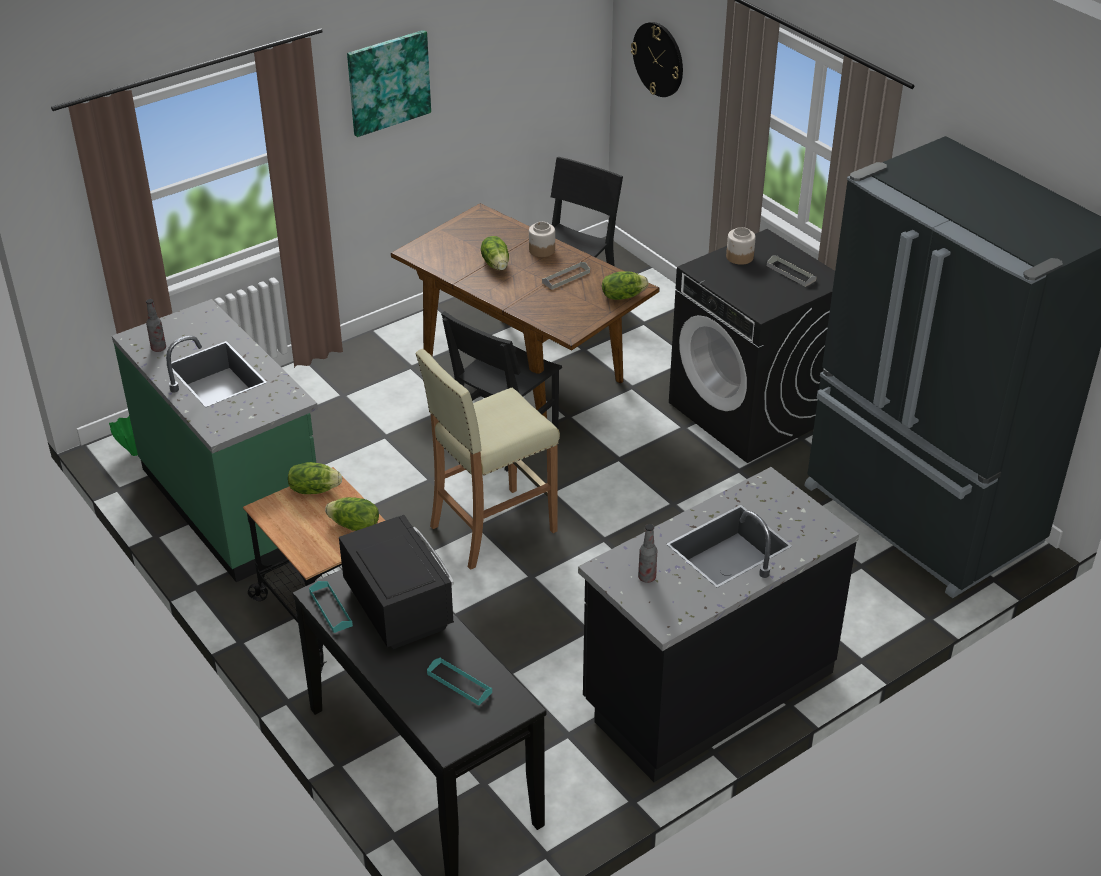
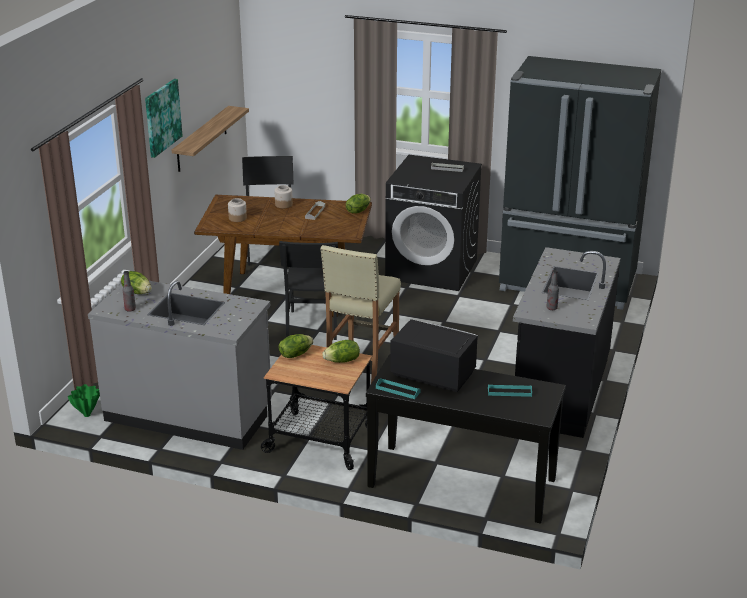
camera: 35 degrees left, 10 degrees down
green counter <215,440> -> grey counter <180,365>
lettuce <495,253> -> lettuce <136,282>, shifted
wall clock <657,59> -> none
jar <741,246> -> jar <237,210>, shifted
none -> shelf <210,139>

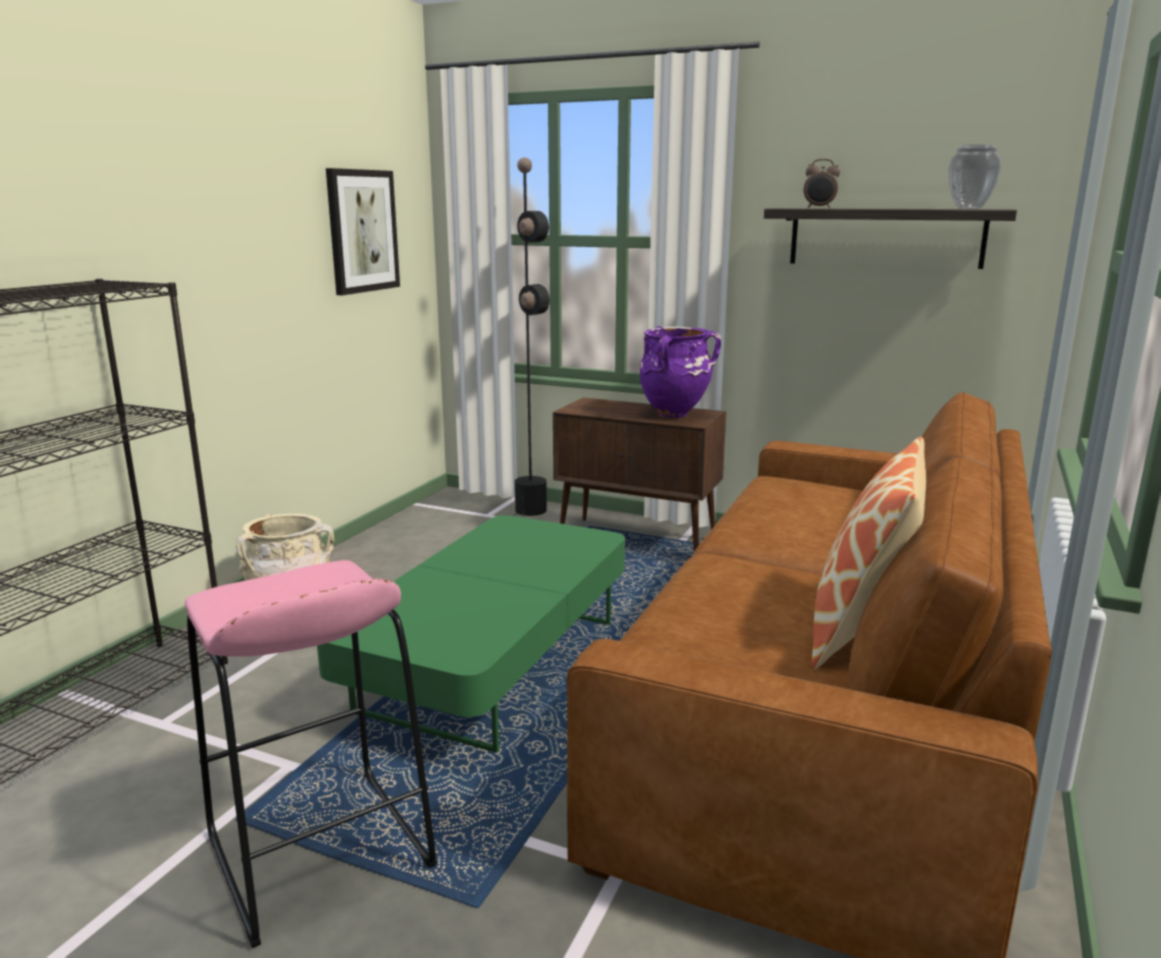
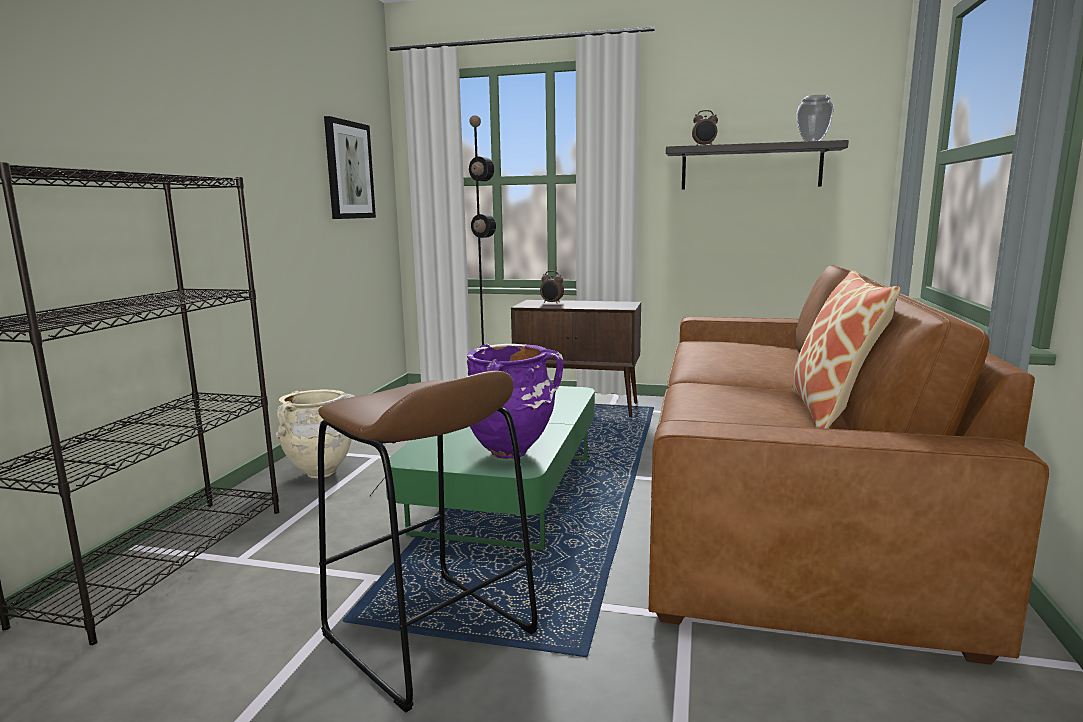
camera: 10 degrees left, 5 degrees down
pink stool <311,754> -> brown stool <428,542>
purple vase <680,372> -> purple vase <515,401>, shifted
none -> alarm clock <552,287>

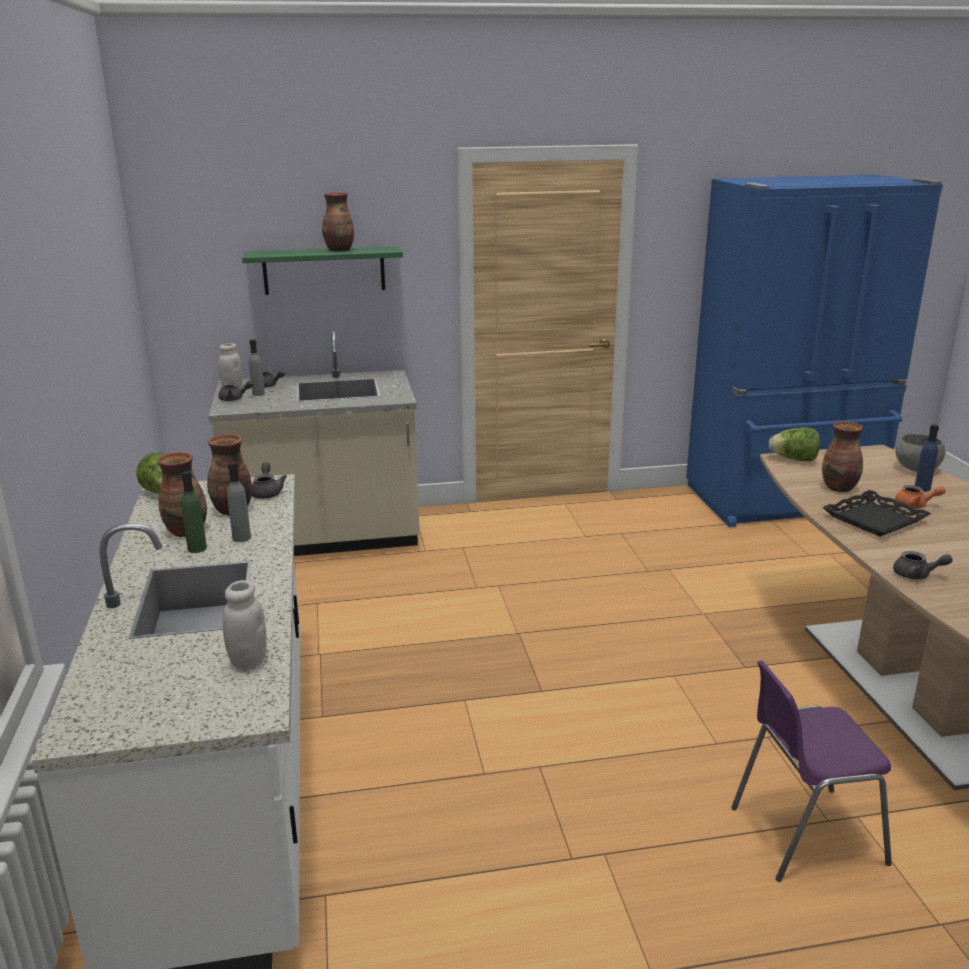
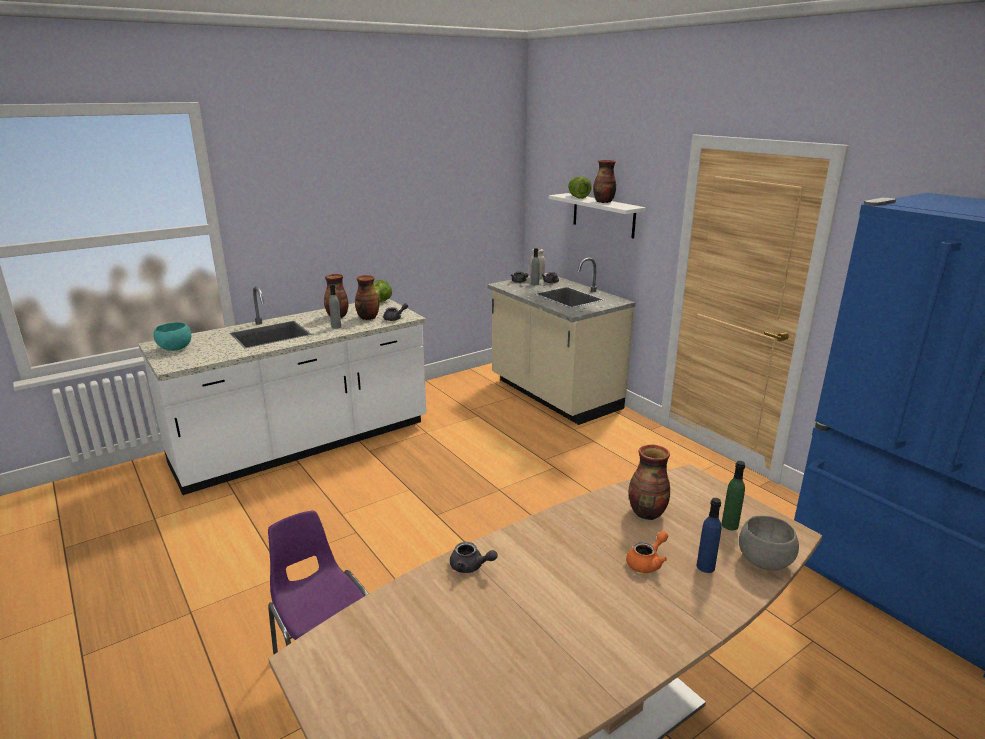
camera: 65 degrees right, 0 degrees up
green bottle <194,512> -> green bottle <733,495>, shifted
white jar <245,625> -> none
green shelf <322,270> -> white shelf <597,215>
lettuce <794,444> -> lettuce <580,187>, shifted
black tray <876,513> -> none
grey teapot <923,565> -> grey teapot <473,557>, 60 degrees counterclockwise
orange teapot <920,497> -> orange teapot <647,552>, 120 degrees counterclockwise
none -> turquoise bowl <172,336>

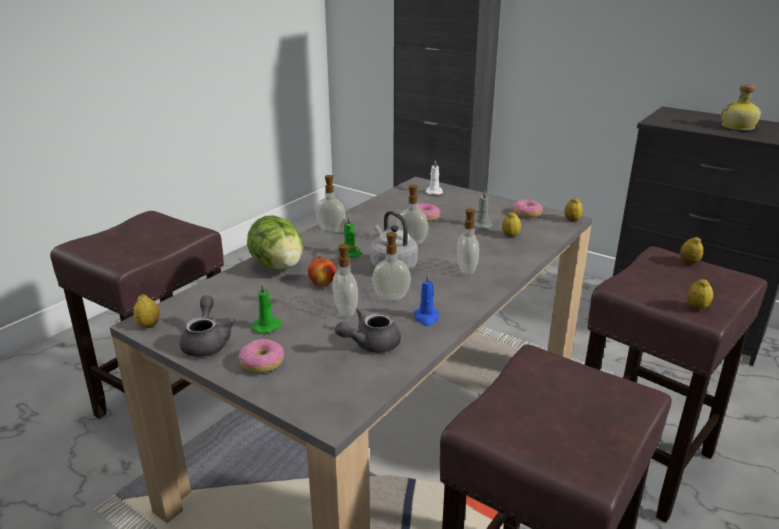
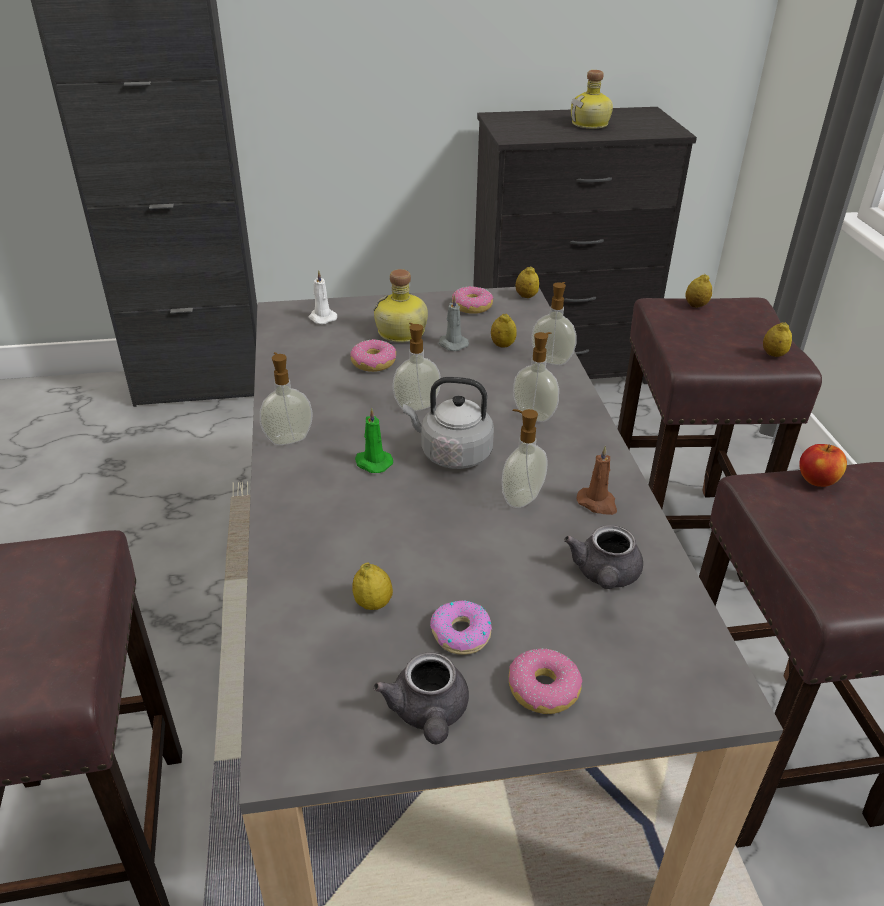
camera: 45 degrees left, 10 degrees up
lemon <146,311> -> lemon <372,586>, shifted
grey teapot <208,326> -> grey teapot <421,699>, 135 degrees counterclockwise
lettuce <275,242> -> none
green candle <267,308> -> donut <461,628>
apple <322,271> -> apple <823,465>, shifted
soap dispenser <345,280> -> soap dispenser <554,323>, shifted
blue candle <426,299> -> brown candle <596,480>
none -> bottle <401,306>

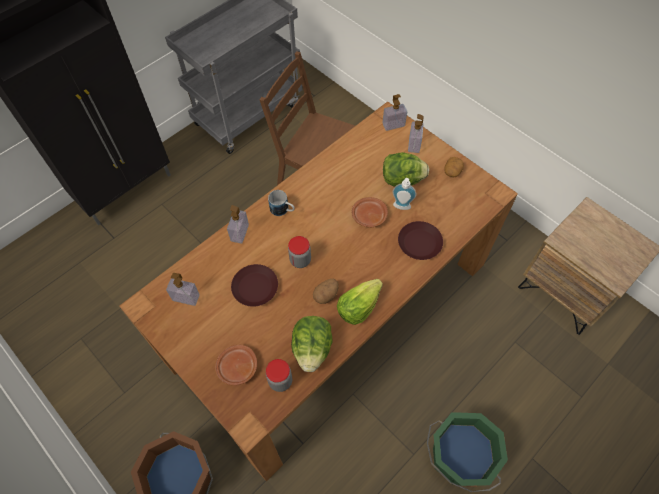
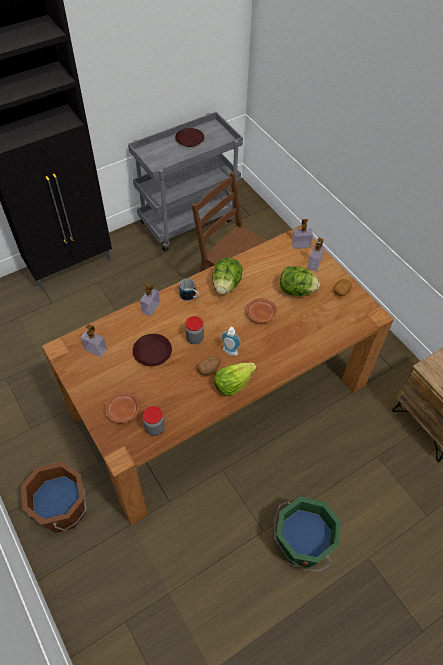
camera: 10 degrees right, 5 degrees down
lettuce <312,344> -> lettuce <227,276>, shifted
soap dispenser <404,194> -> soap dispenser <231,341>, shifted
brown plate <420,240> -> brown plate <189,137>, shifted

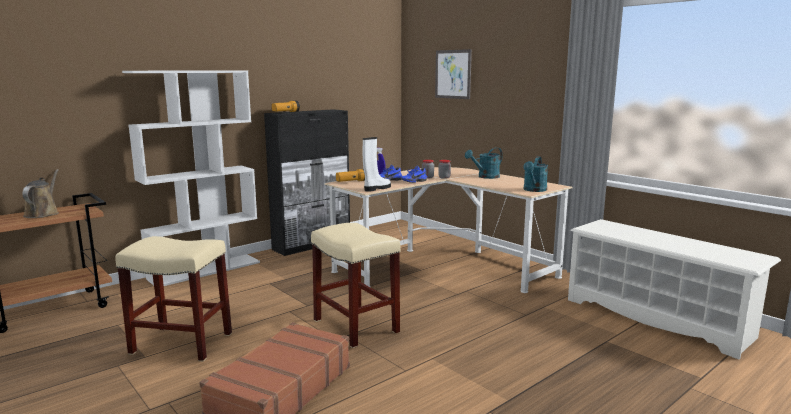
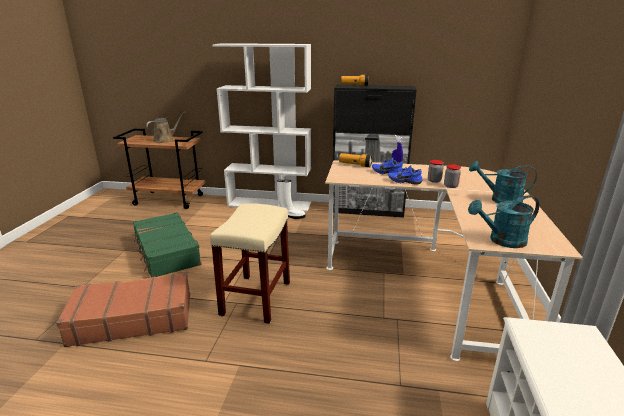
camera: 50 degrees right, 10 degrees up
beige stool <174,298> -> green suitcase <167,244>
white boot <377,164> -> white boot <291,199>, shifted
picture <453,74> -> none

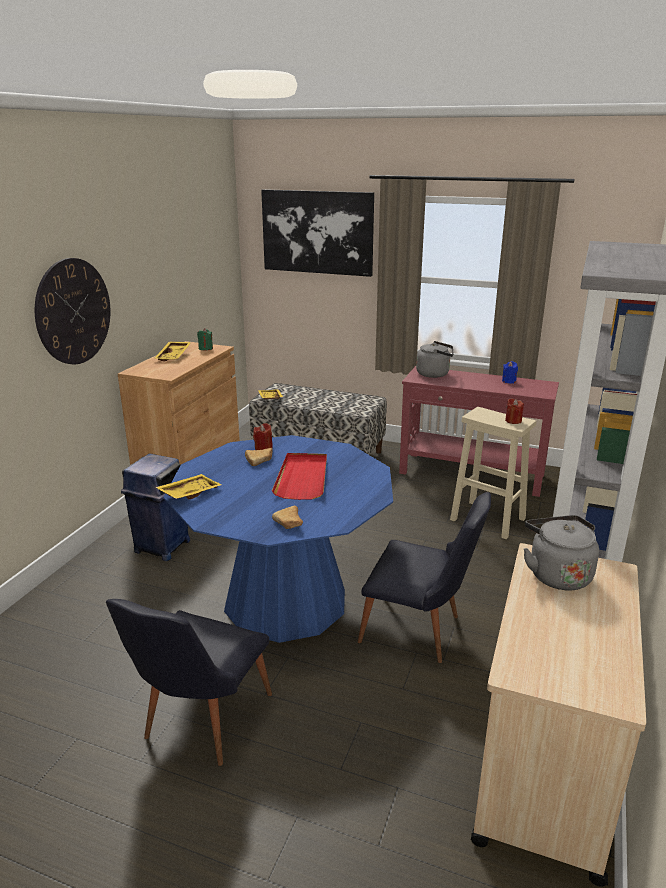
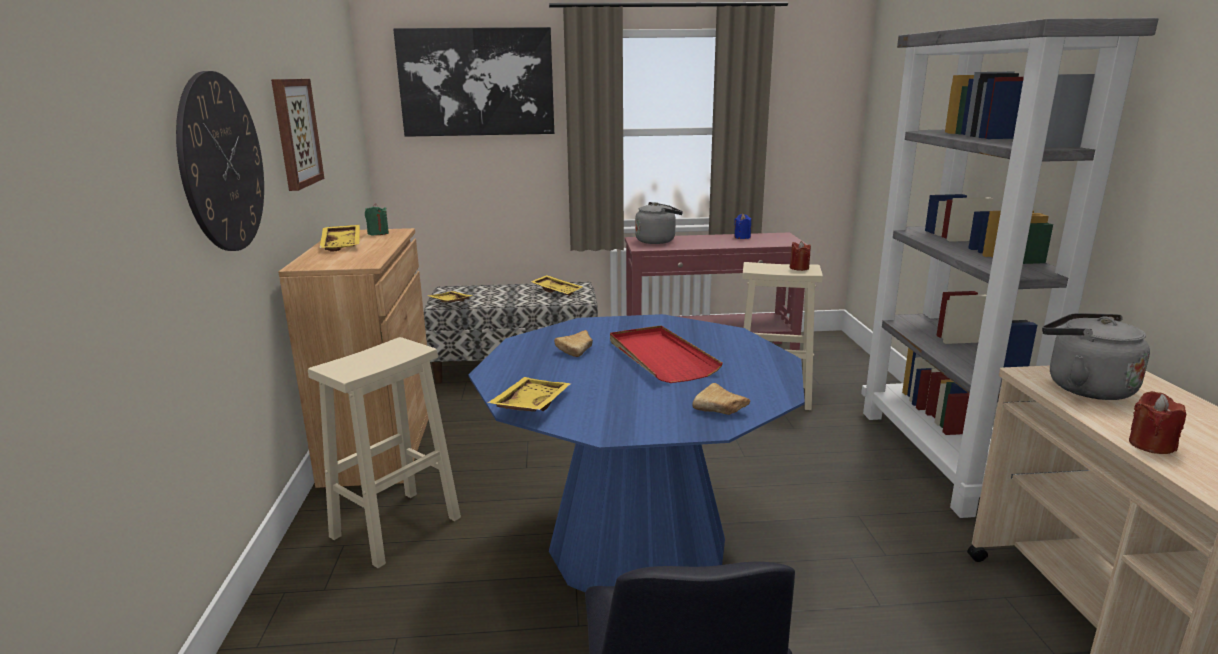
camera: 25 degrees left, 5 degrees down
blue trash can <155,507> -> beige stool <384,452>
red candle <263,436> -> red candle <1157,422>, shifted
black chair <424,577> -> none
none -> picture <297,135>
none -> yellow tray <556,285>

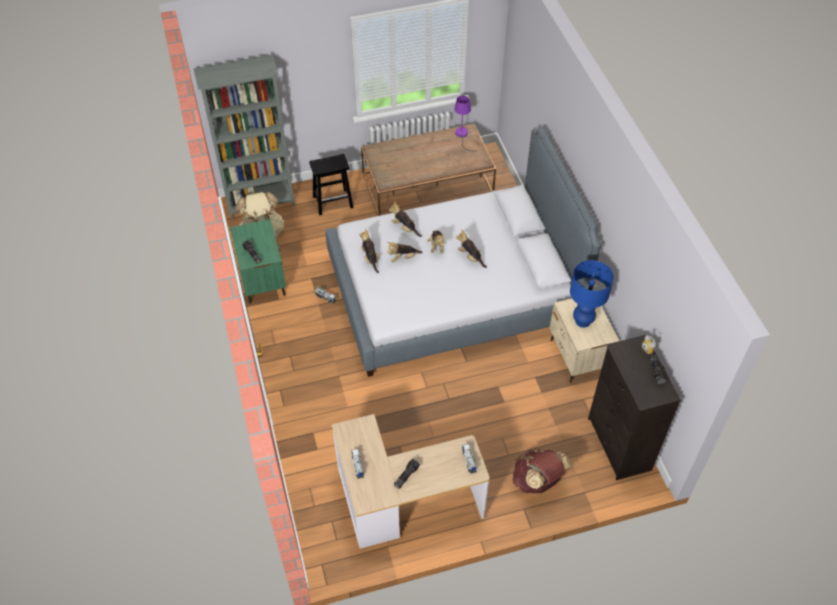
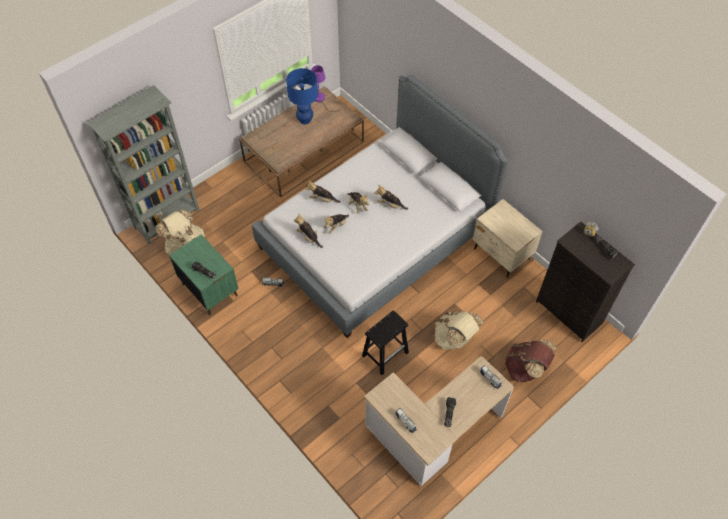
camera: 25 degrees left, 5 degrees up
black stool <331,185> -> black stool <385,342>, shifted
blue table lamp <592,293> -> blue table lamp <302,96>, shifted
none -> beige backpack <459,330>

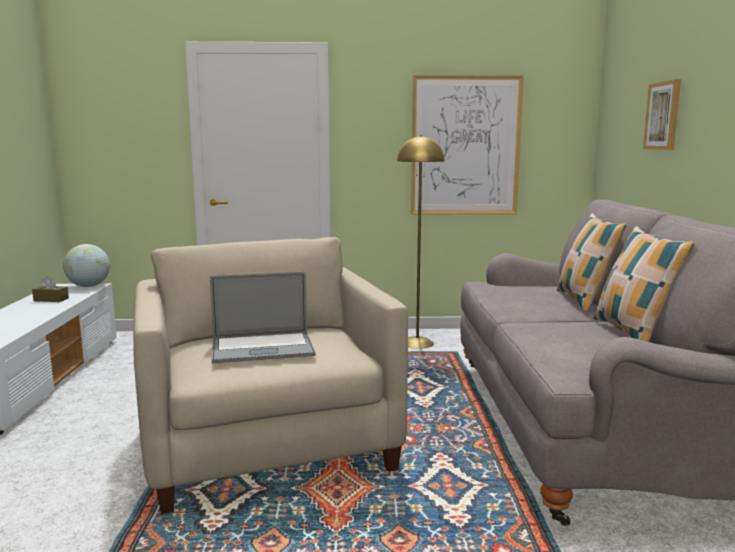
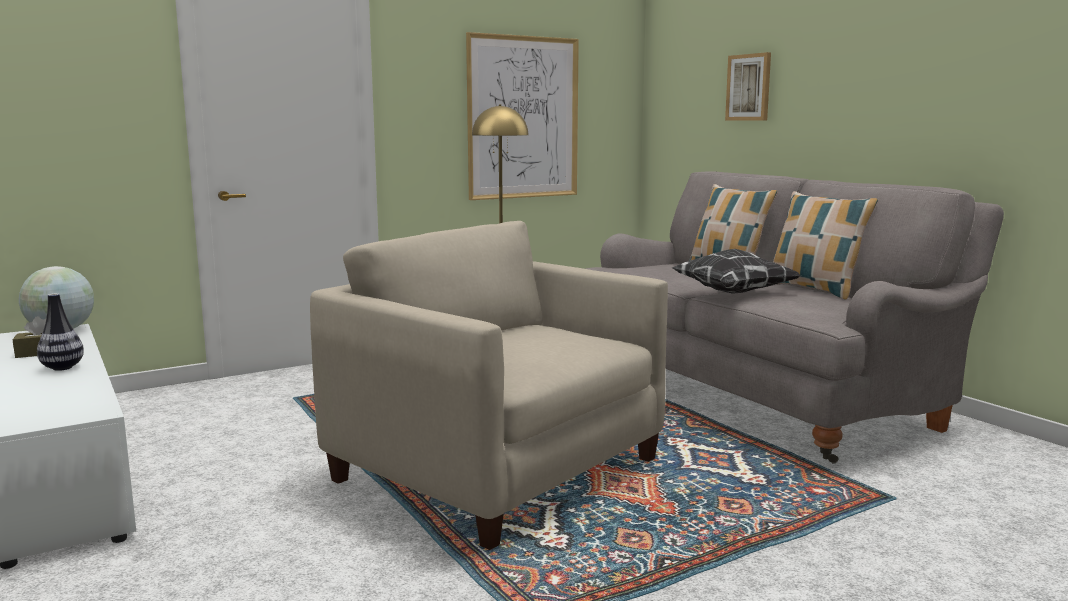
camera: 30 degrees left, 0 degrees up
laptop <262,317> -> none
none -> vase <60,332>
none -> pillow <736,271>

